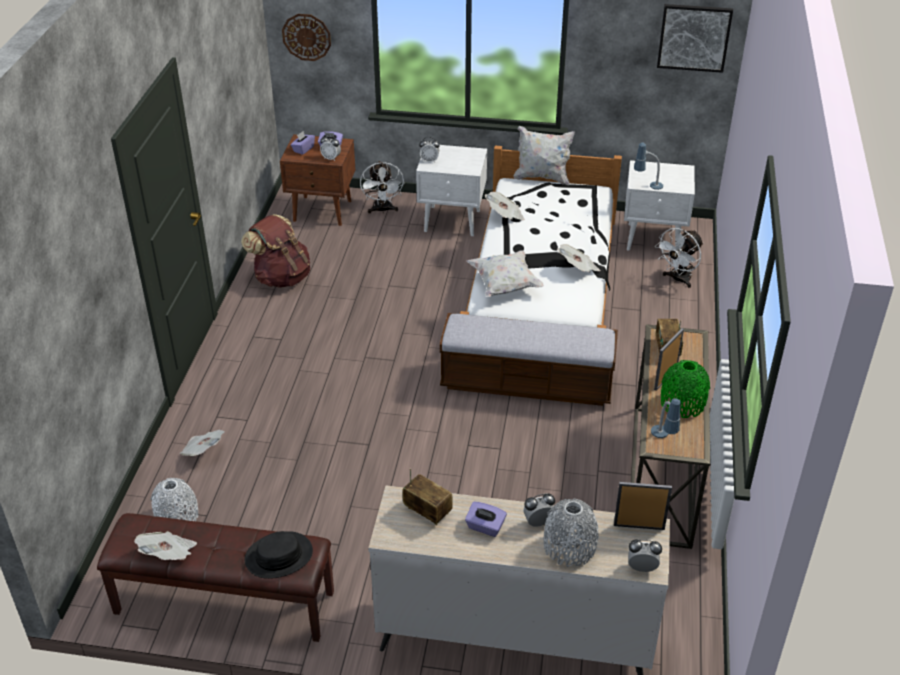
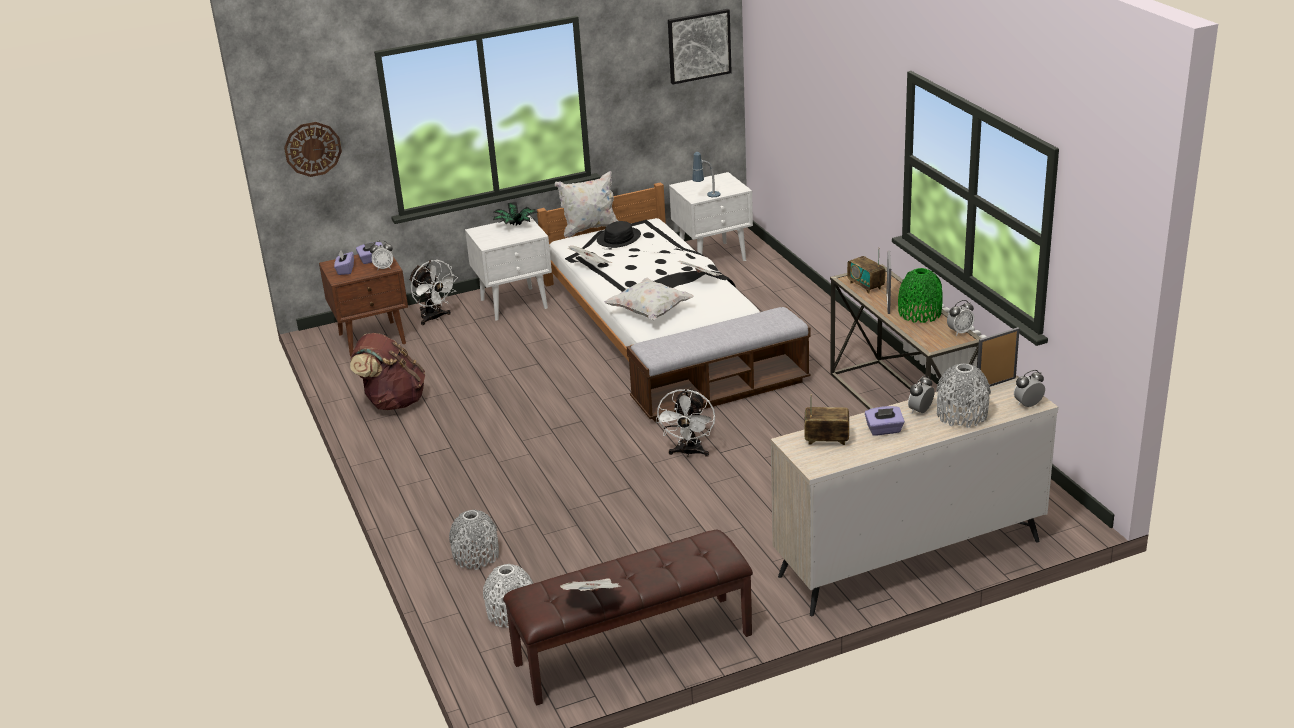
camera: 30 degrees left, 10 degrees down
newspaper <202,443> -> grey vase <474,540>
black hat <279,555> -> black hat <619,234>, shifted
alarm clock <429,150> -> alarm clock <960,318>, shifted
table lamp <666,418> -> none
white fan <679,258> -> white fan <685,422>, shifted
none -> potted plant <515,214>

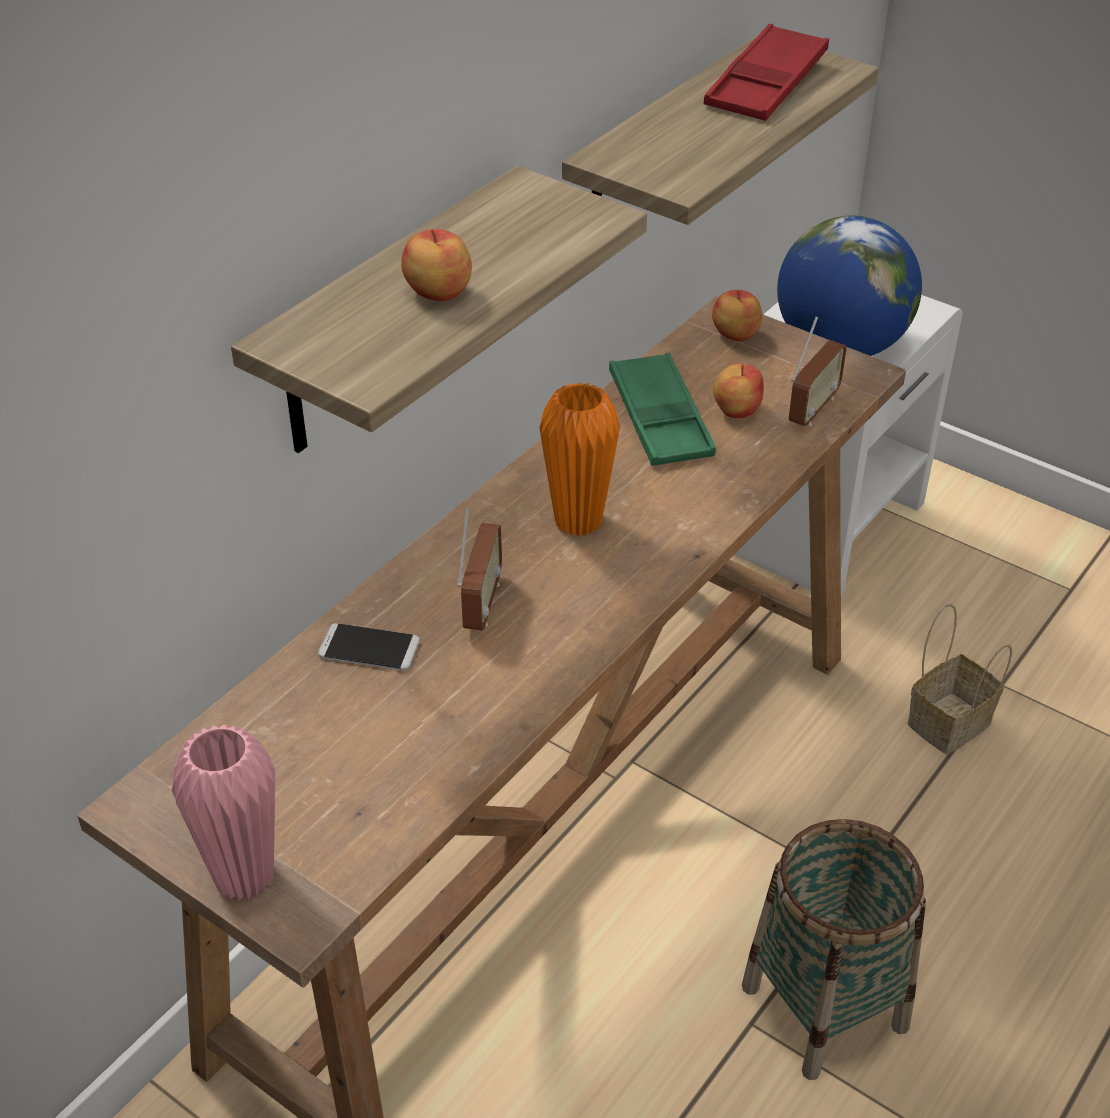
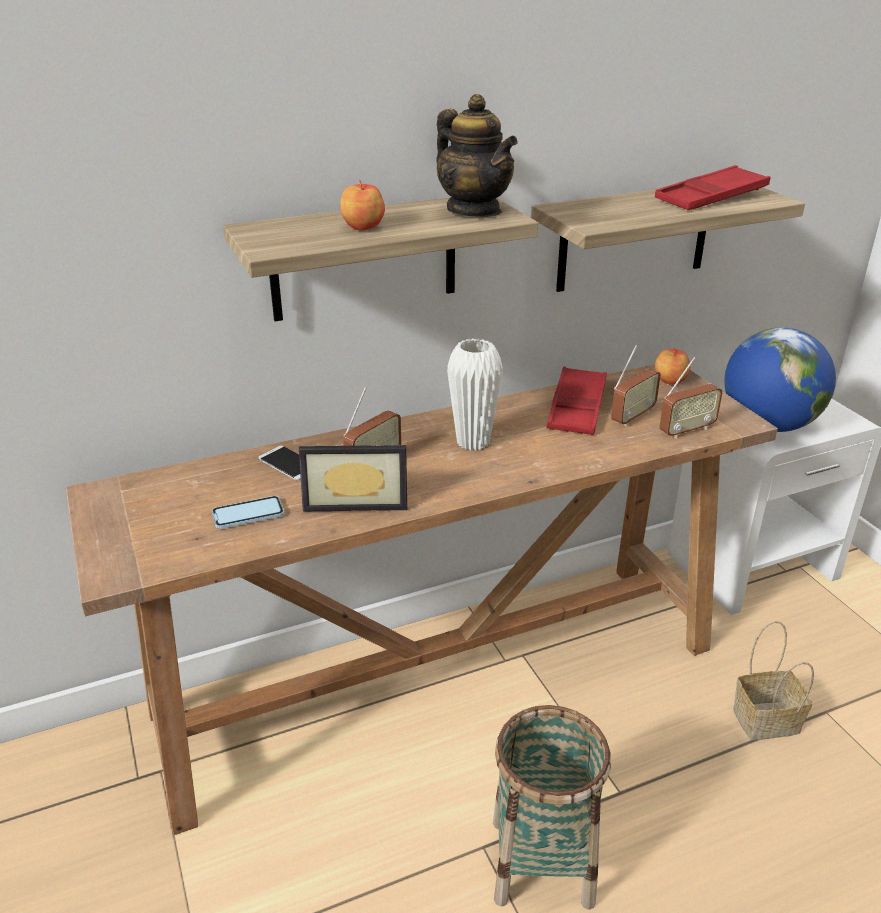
camera: 30 degrees right, 10 degrees down
pink vase <223,812> -> none
orange vase <579,459> -> white vase <475,394>
green tray <662,409> -> red tray <576,401>
apple <738,391> -> radio <636,385>
none -> phone <248,512>
none -> picture frame <353,478>
none -> teapot <477,155>

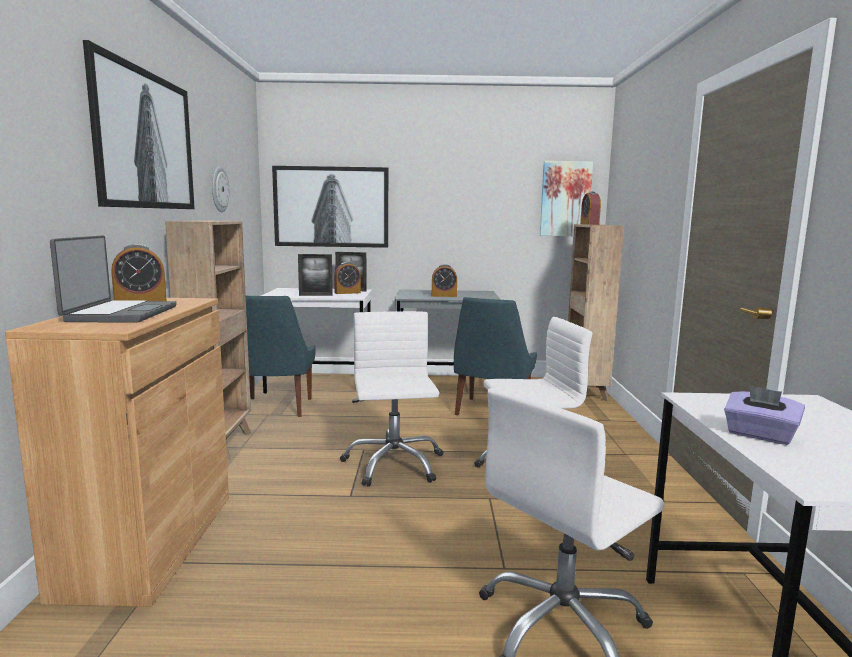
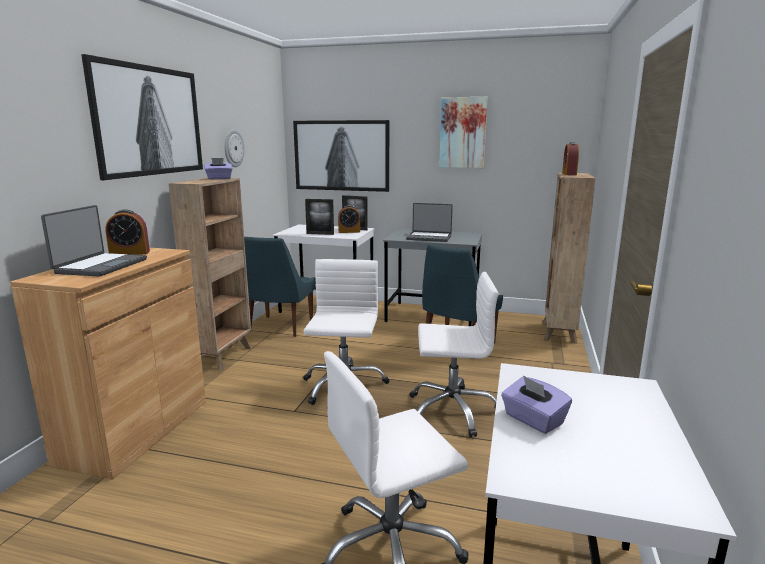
camera: 15 degrees right, 5 degrees up
alarm clock <444,280> -> laptop <429,222>
picture <566,198> -> picture <463,132>, shifted
none -> purple tissue box <218,169>

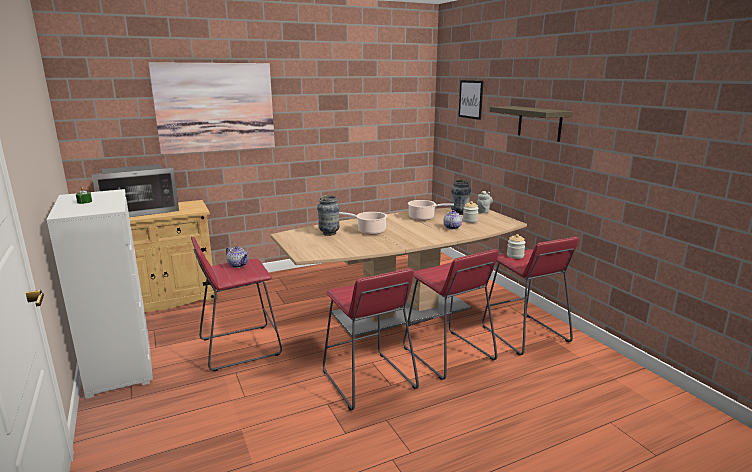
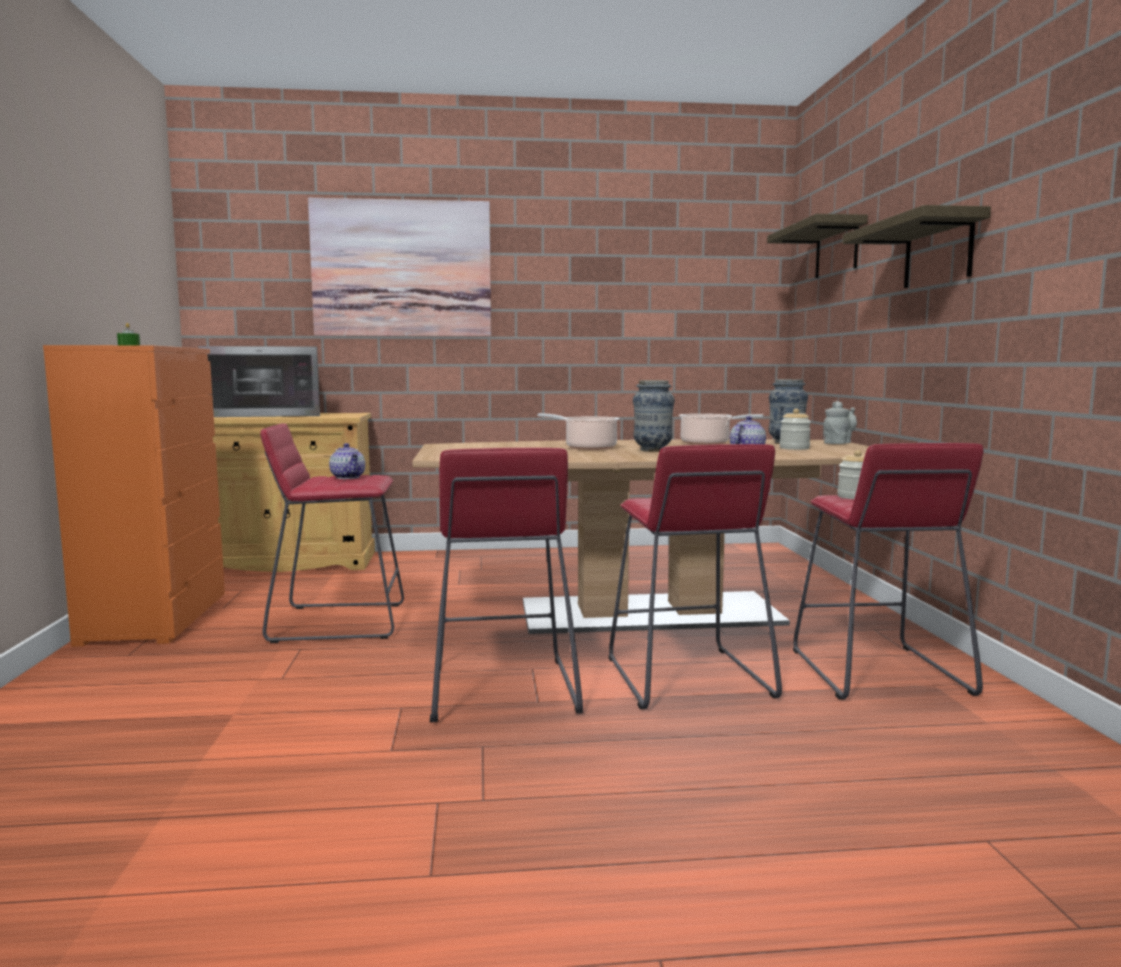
camera: 20 degrees right, 10 degrees down
white dresser <100,294> -> orange dresser <134,496>
vase <328,215> -> vase <654,416>, shifted
picture <471,100> -> shelf <817,246>

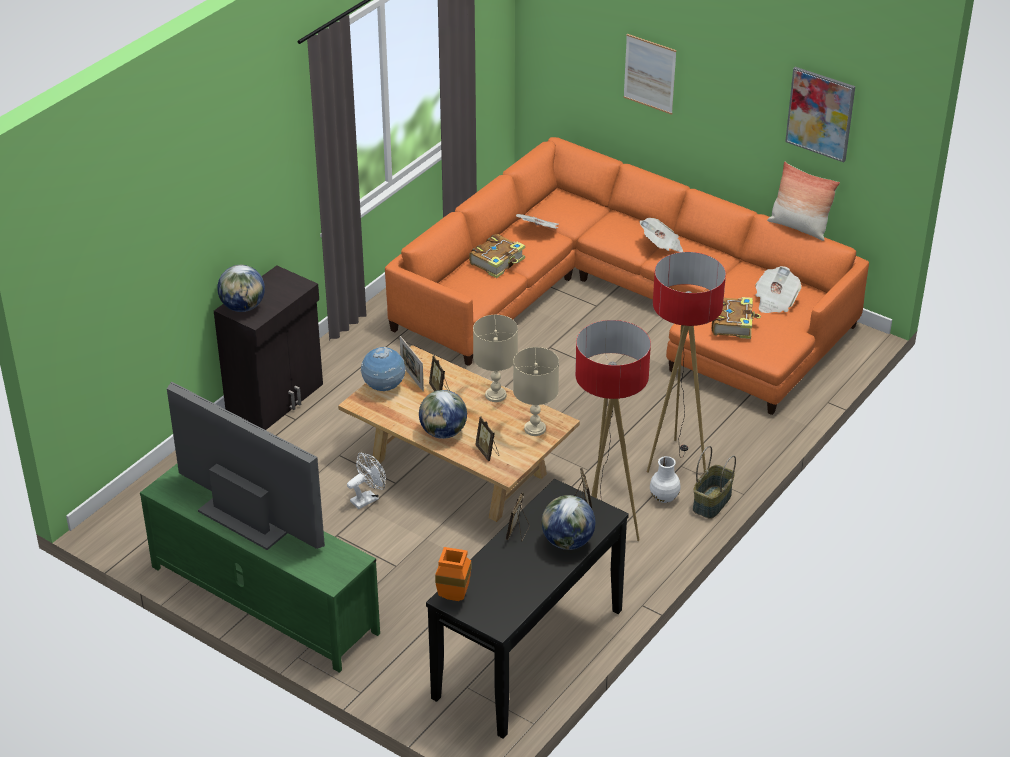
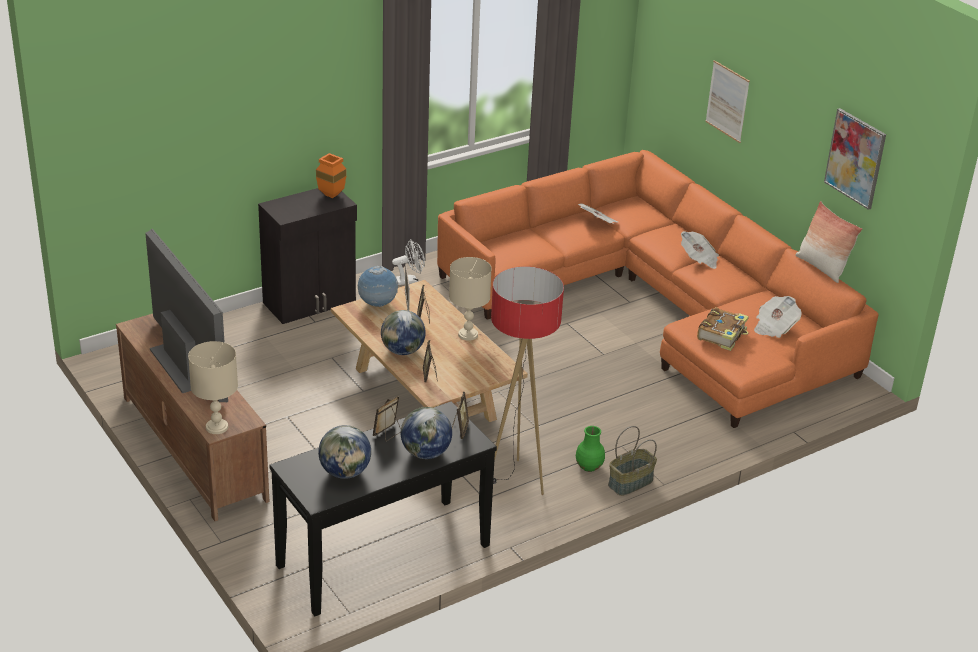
camera: 20 degrees right, 5 degrees down
green tv stand <260,568> -> brown tv stand <192,417>
globe <241,288> -> globe <344,452>, shifted
white fan <366,481> -> white fan <408,262>, shifted
orange vase <453,574> -> orange vase <331,175>, shifted
book <497,256> -> none
beige table lamp <536,391> -> beige table lamp <213,387>, shifted
floor lamp <686,362> -> none
white vase <665,479> -> green vase <590,449>

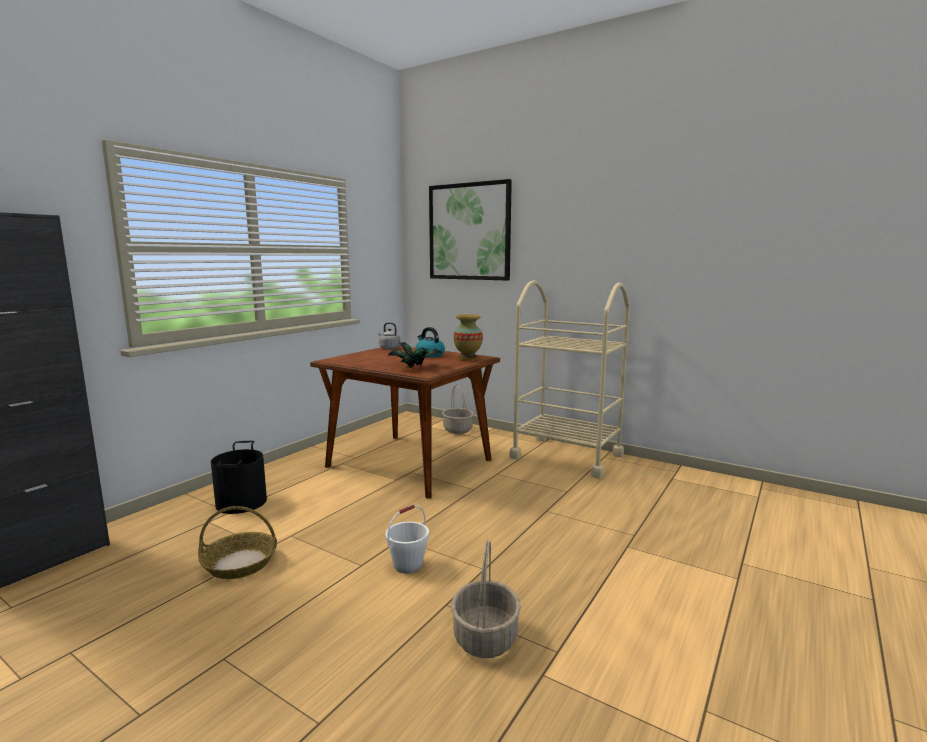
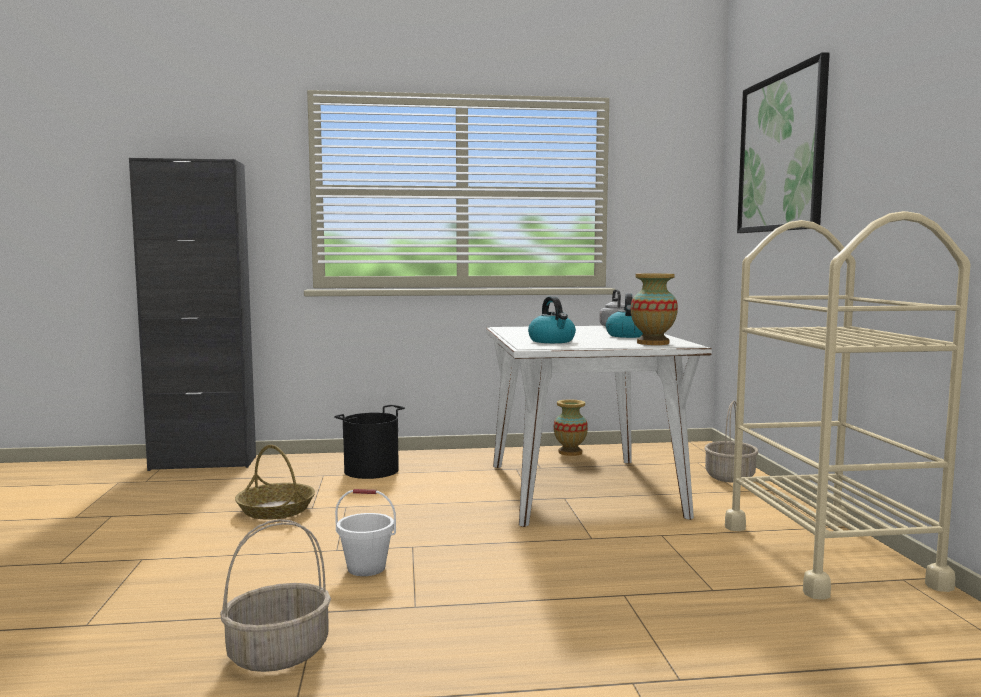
camera: 50 degrees right, 5 degrees down
brown dining table <405,422> -> white dining table <599,426>
potted plant <414,355> -> kettle <552,319>
none -> vase <571,427>

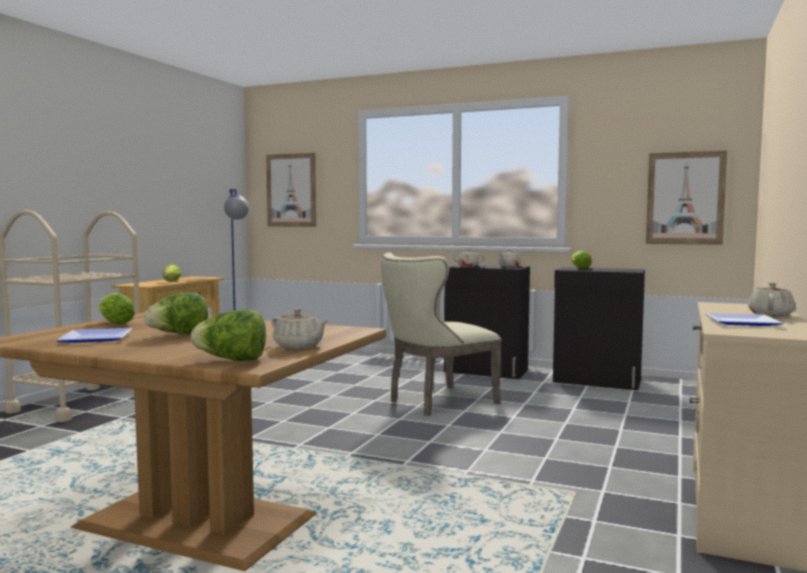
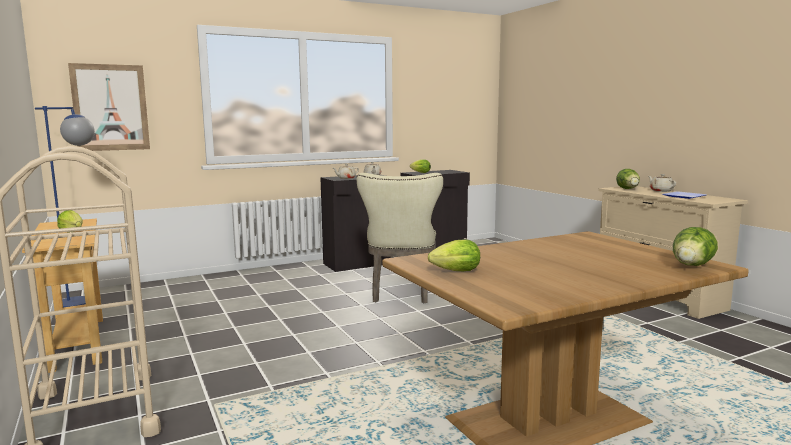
camera: 50 degrees left, 5 degrees up
plate <94,335> -> none
lettuce <176,313> -> lettuce <628,179>, shifted
beige teapot <300,328> -> none
picture <686,197> -> none

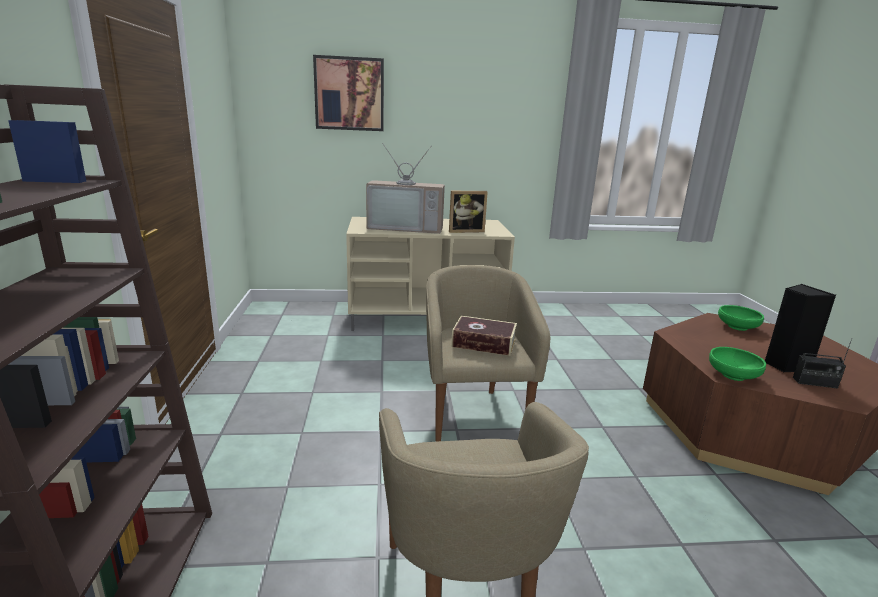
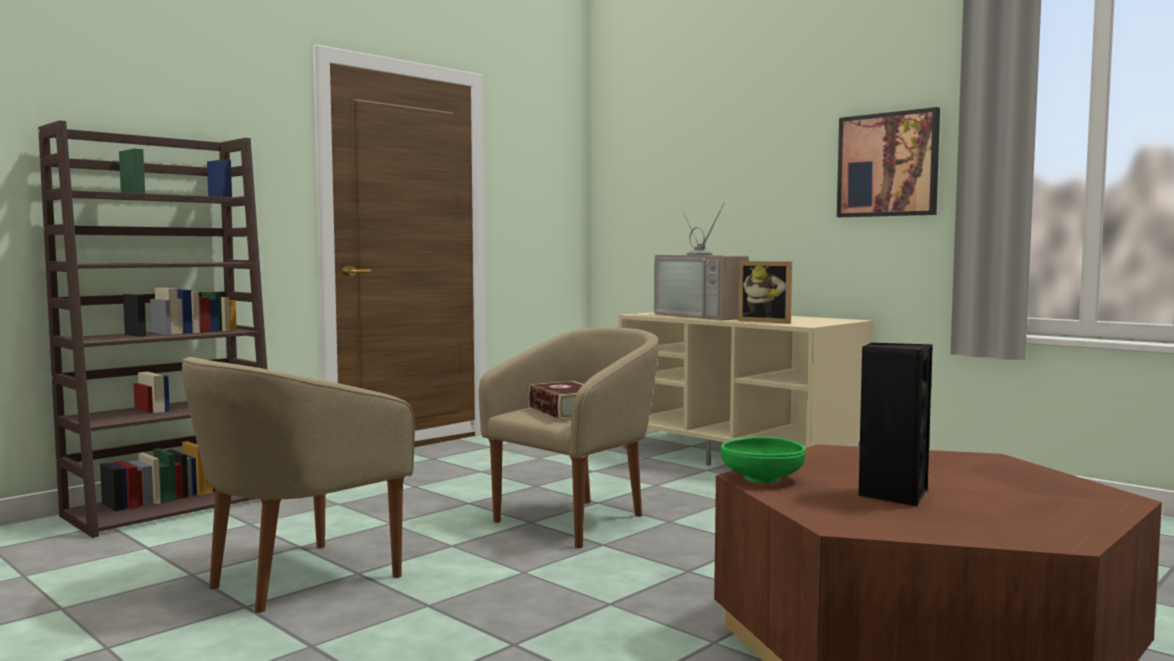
camera: 50 degrees right, 15 degrees down
picture <348,93> -> picture <888,162>, shifted
green bowl <741,318> -> none
radio <822,363> -> none

